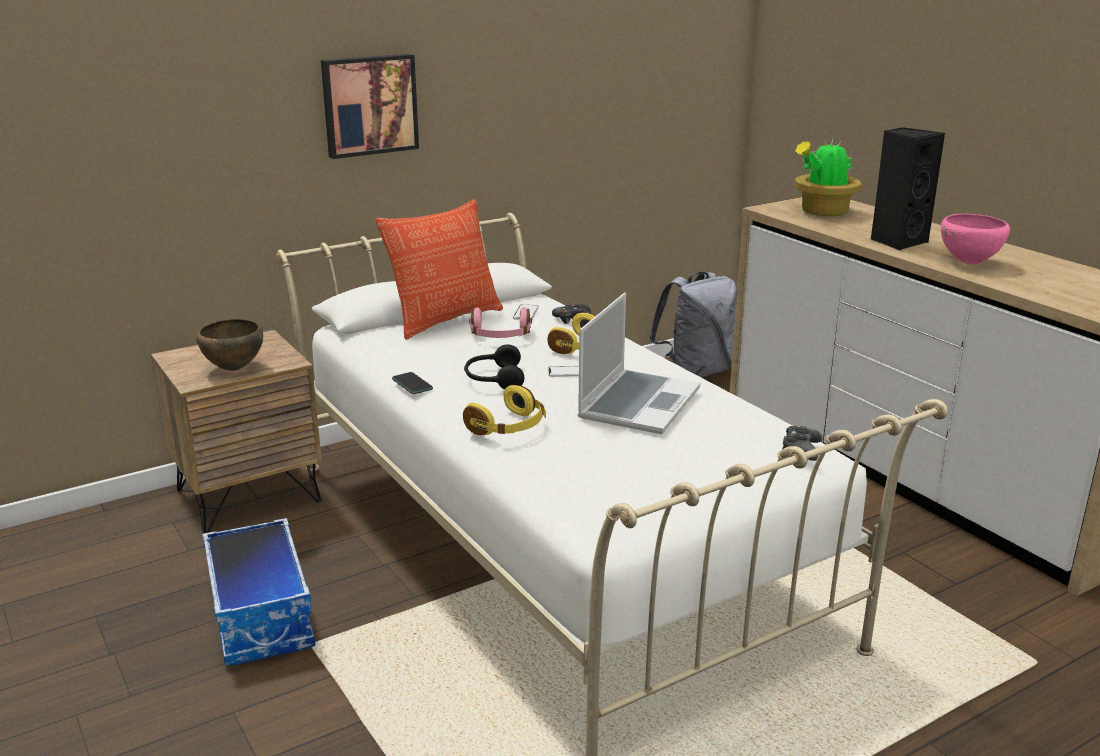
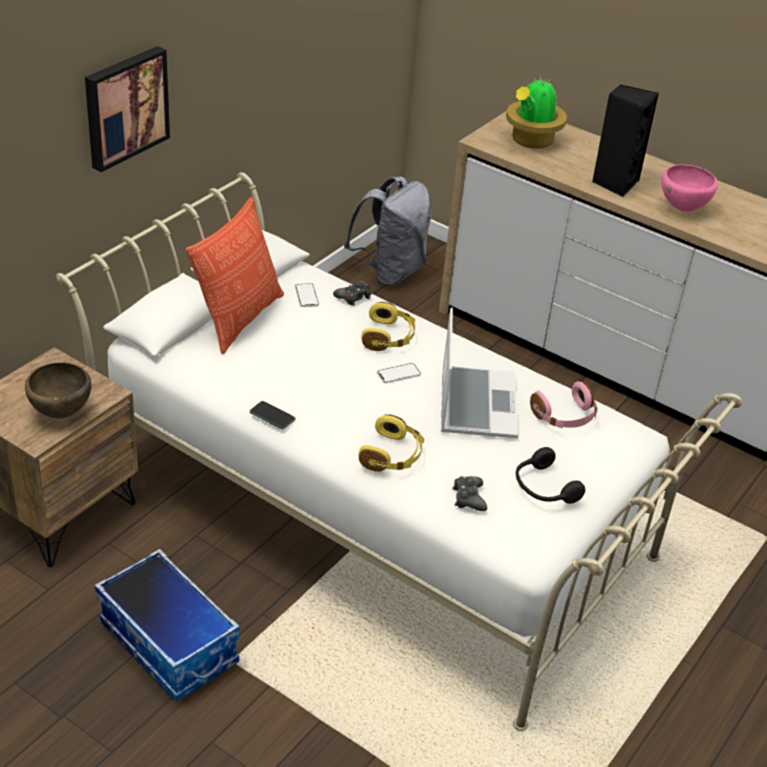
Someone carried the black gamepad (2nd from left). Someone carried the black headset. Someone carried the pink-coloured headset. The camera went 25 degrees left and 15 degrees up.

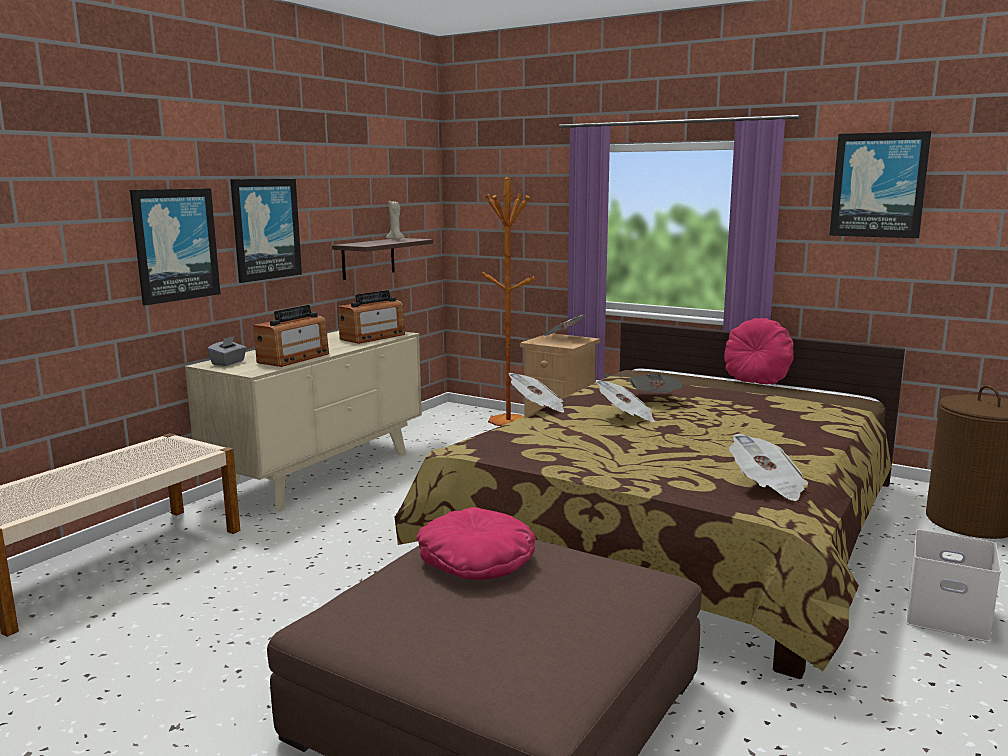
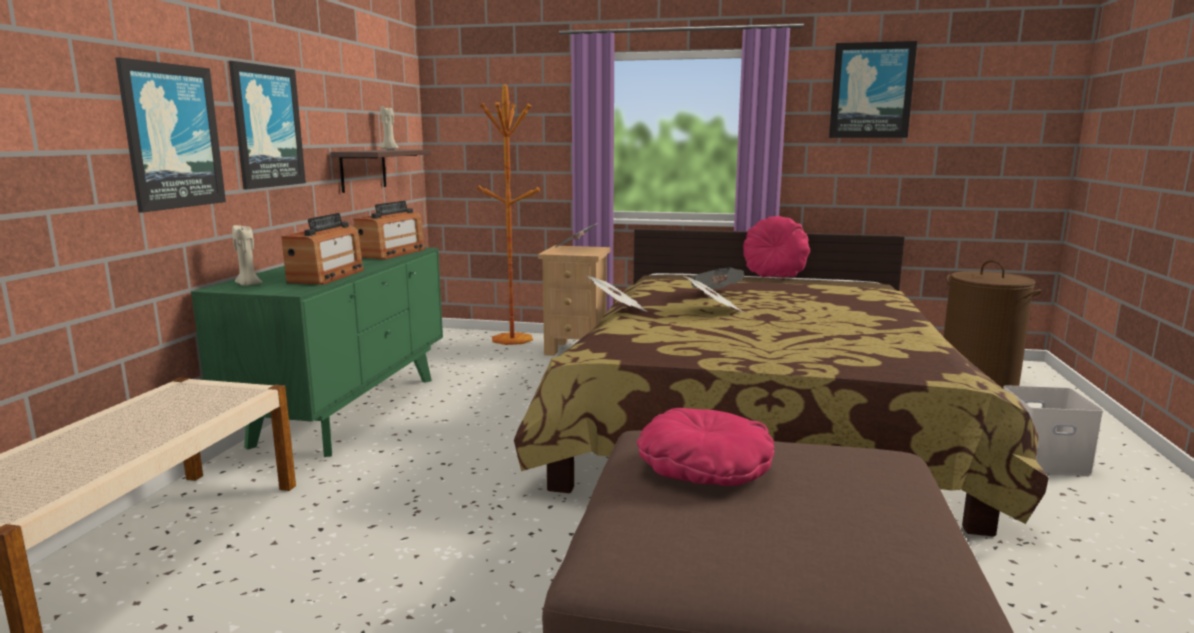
Someone repainted the sand-coloured chest of drawers, which became the greenish chest of drawers. Someone swapped the gray tissue box for the sand-coloured wax light (1st from left). Someone took away the printed paper (5th from left). The camera went 20 degrees left and 0 degrees up.

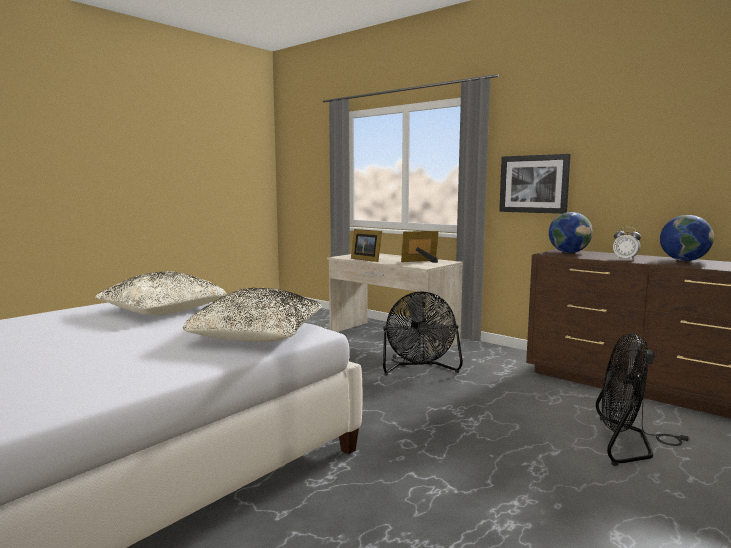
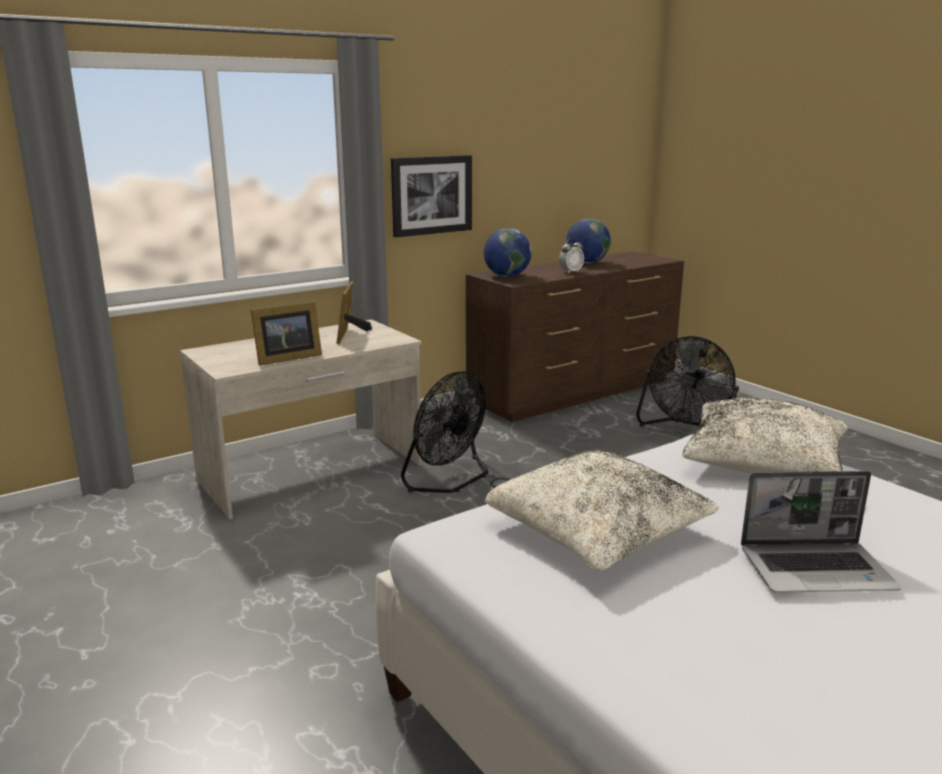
Someone rotated the black fan (1st from left) by 150 degrees counterclockwise. Someone put down the portable computer. The camera went 75 degrees left and 10 degrees up.

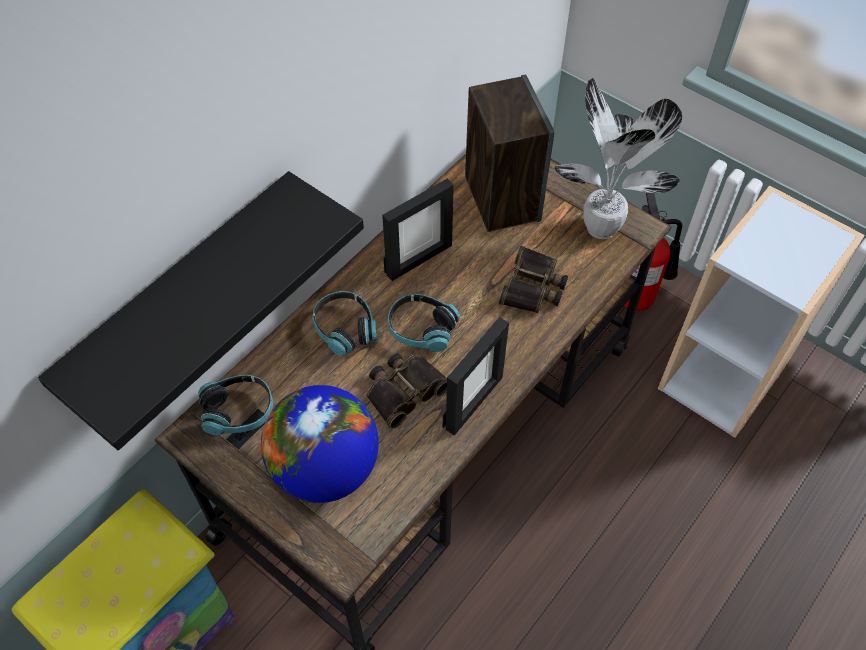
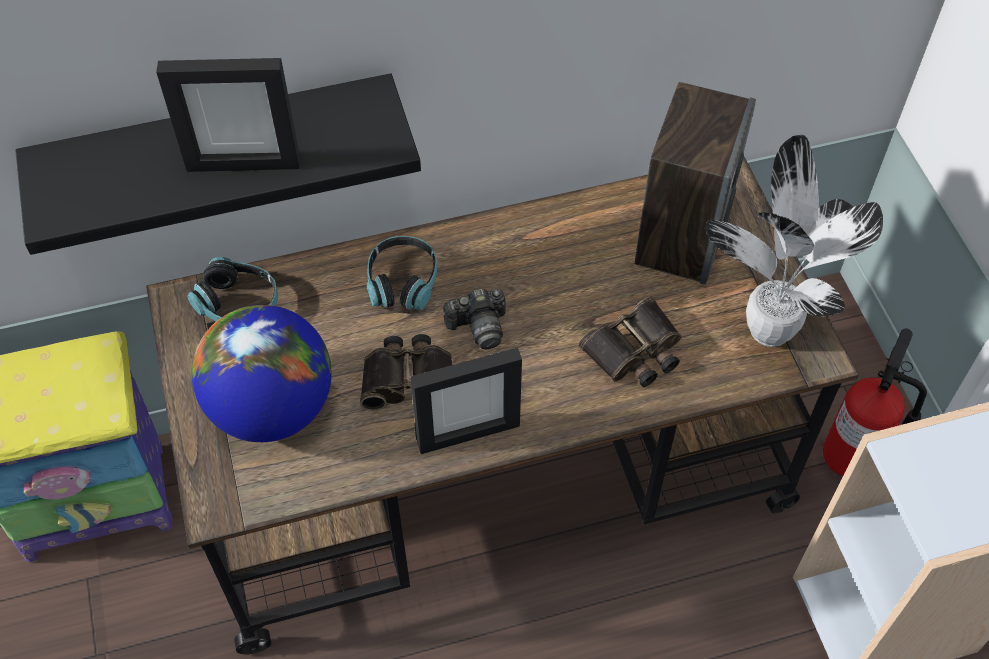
Someone carried the standing frame (1st from left). Someone swapped the headset (3rd from left) for the still camera. The camera went 35 degrees right and 0 degrees up.

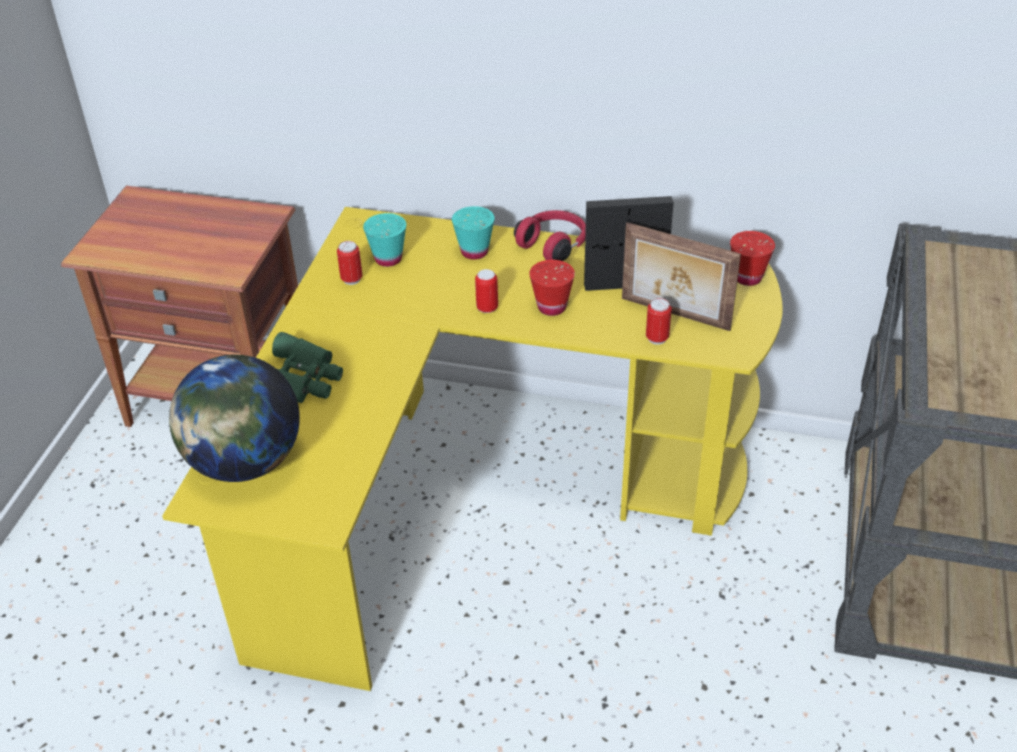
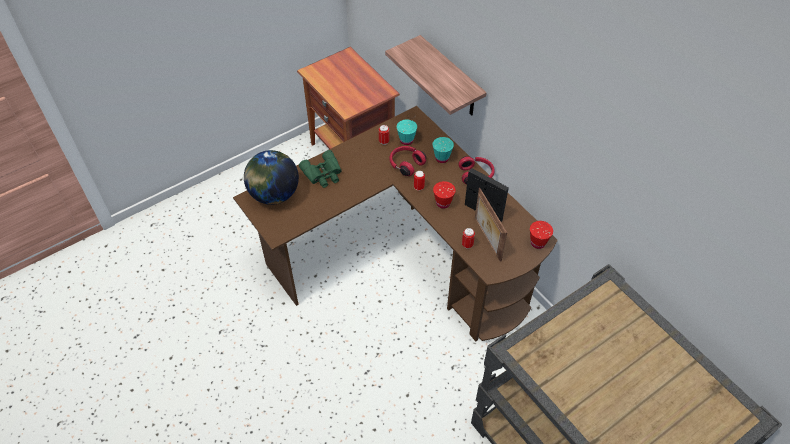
Someone repainted the yellow desk table, which became the brownish desk table. Someone put up the bracket shelf. Someone put down the red-coloured headset (1st from left). The camera went 40 degrees right and 10 degrees up.

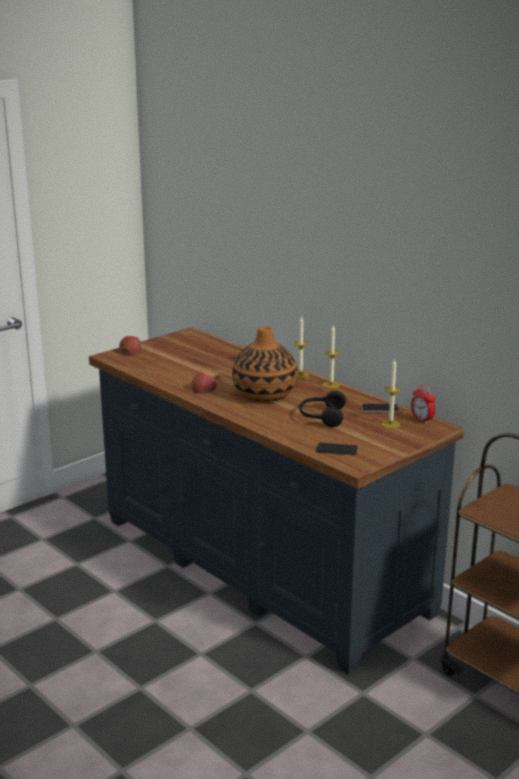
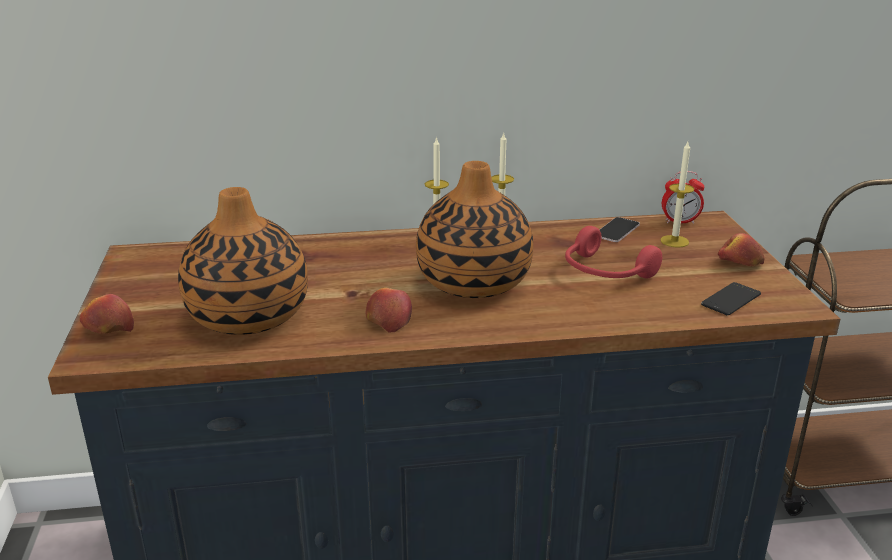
Someone put down the decorative vase (1st from left). Someone repainted the black headset, which became the red-coloured headset. Someone put down the apple (3rd from left). The camera went 55 degrees left and 5 degrees up.

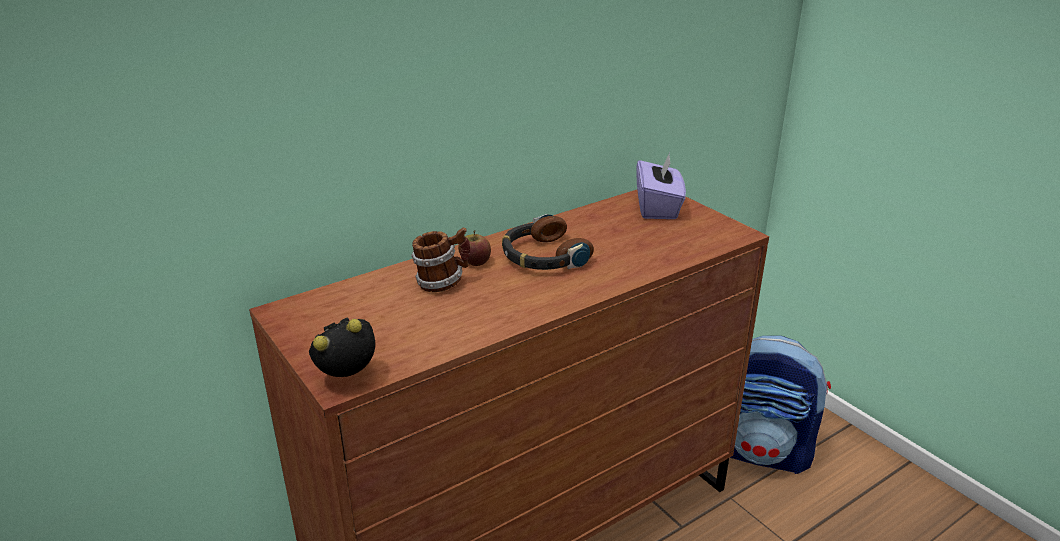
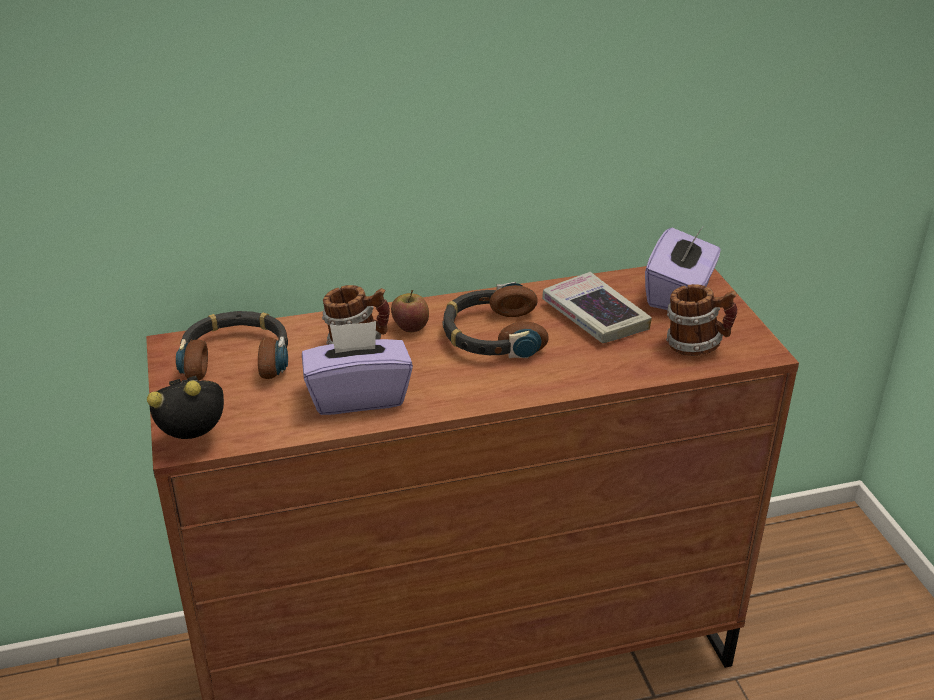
Someone put down the headset (1st from left). Someone put down the purple tissue box (1st from left). Someone put down the book. Someone put down the mug (2nd from left). Someone took away the knapsack. The camera went 20 degrees right and 5 degrees up.

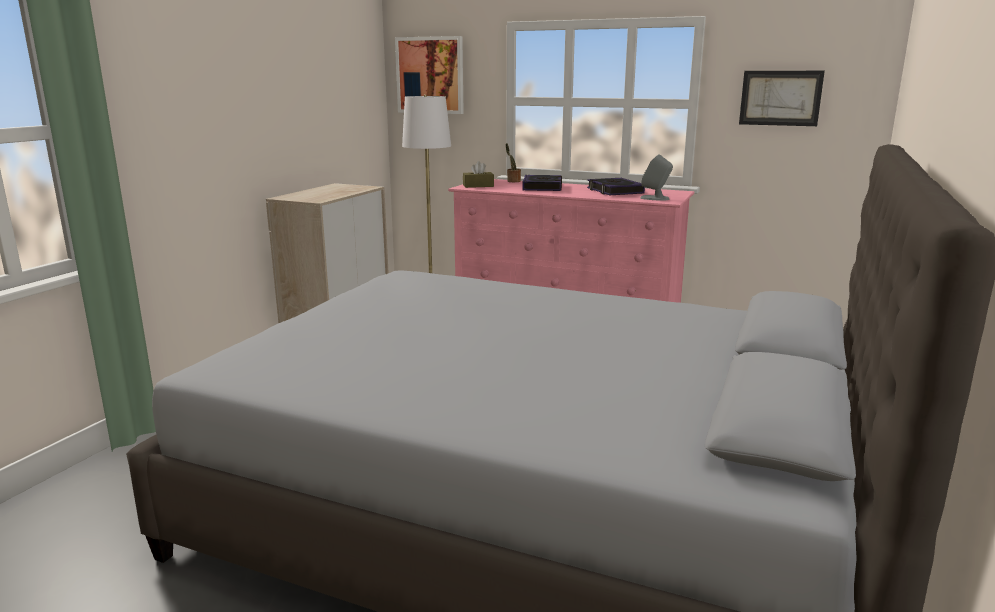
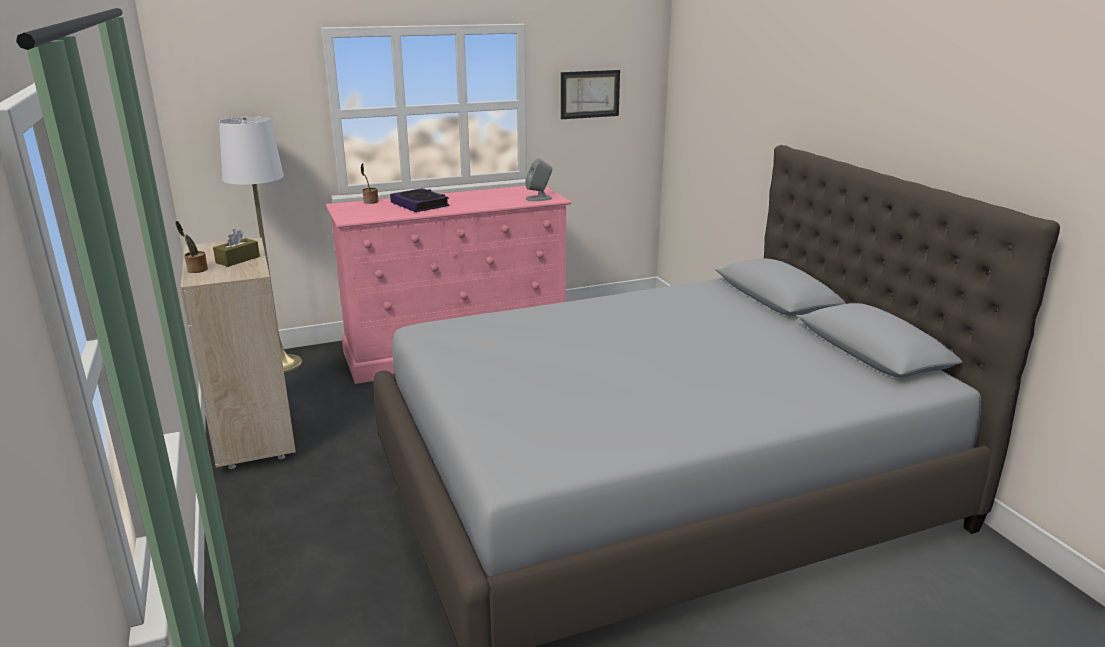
Someone put down the plant in a pot (1st from left). Someone carried the brownish tissue box. Someone took away the picture (1st from left). Someone took away the book (2nd from left). The camera went 45 degrees left and 5 degrees up.

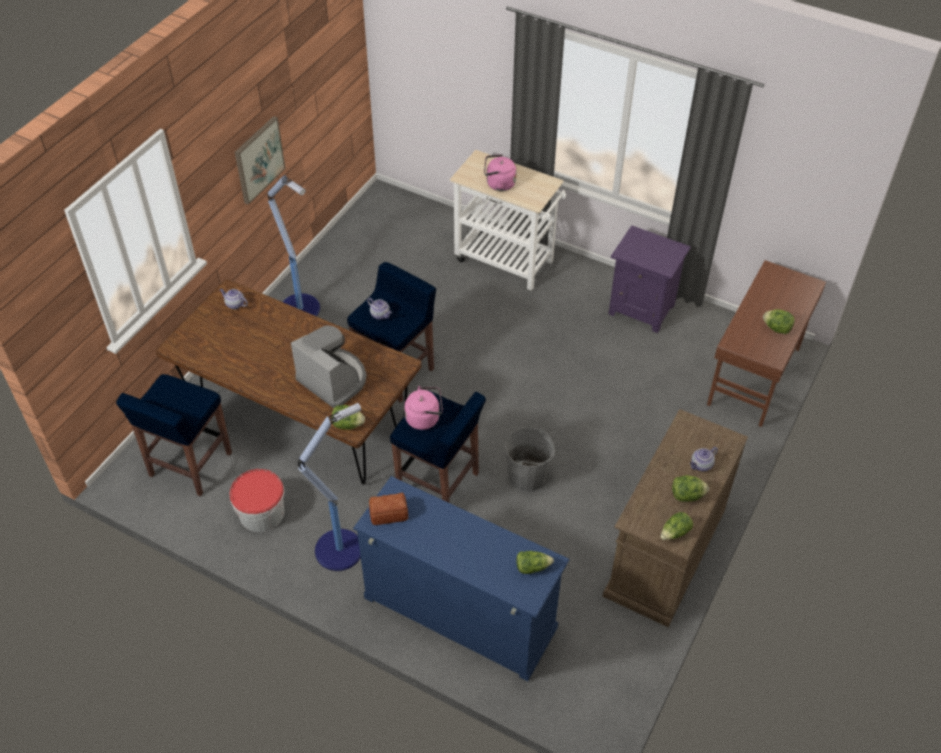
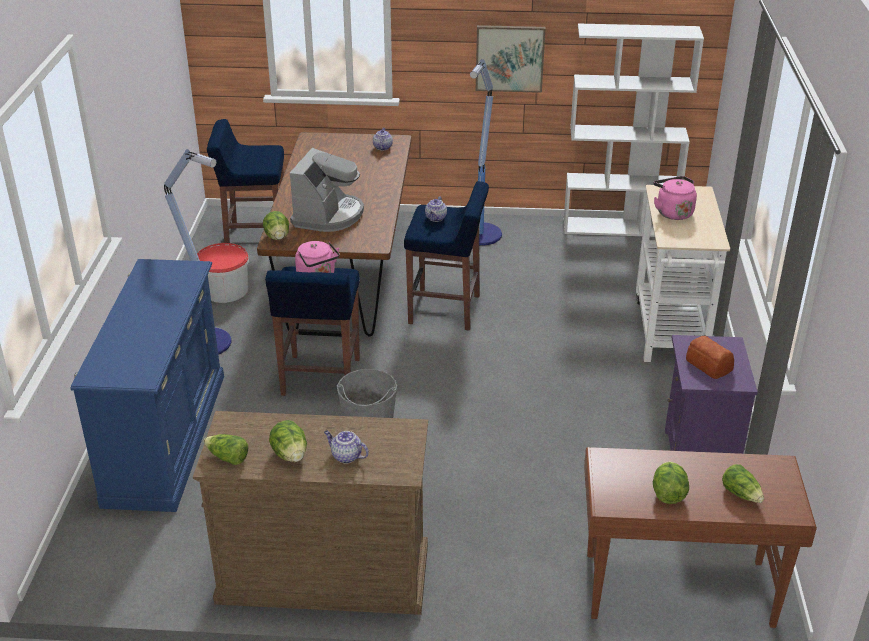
Someone put down the whitish bookcase. Someone carried the bread. Someone carried the head of lettuce (2nd from left in the first image). The camera went 65 degrees right and 15 degrees down.

